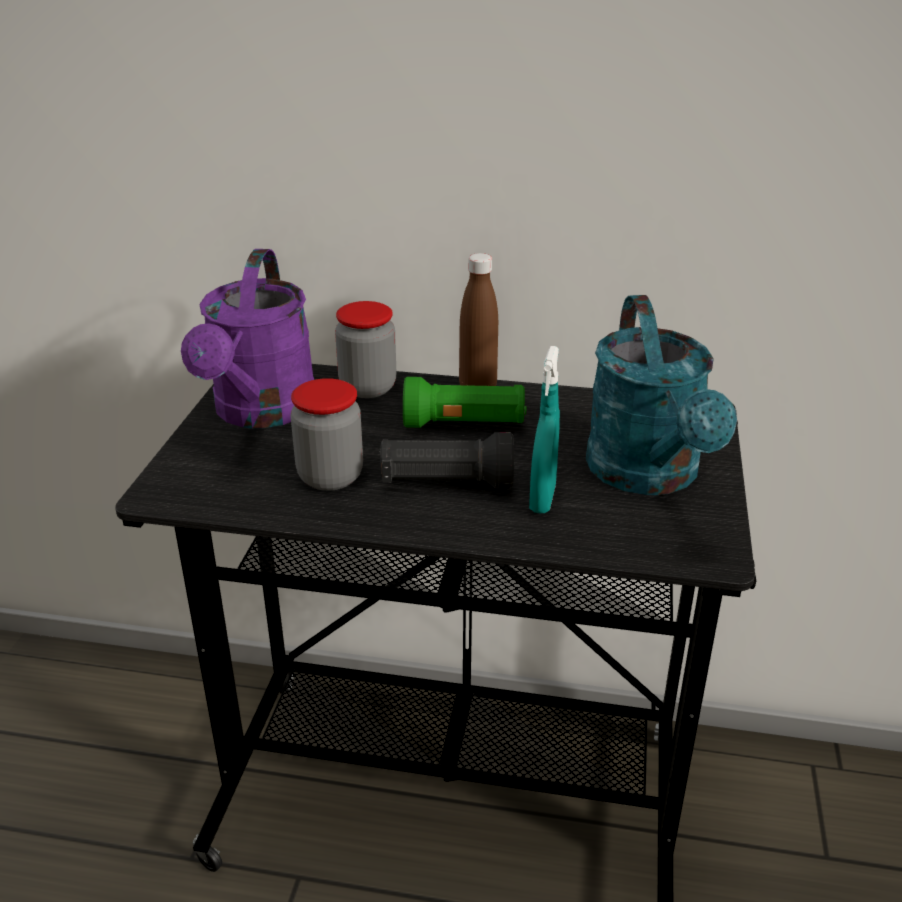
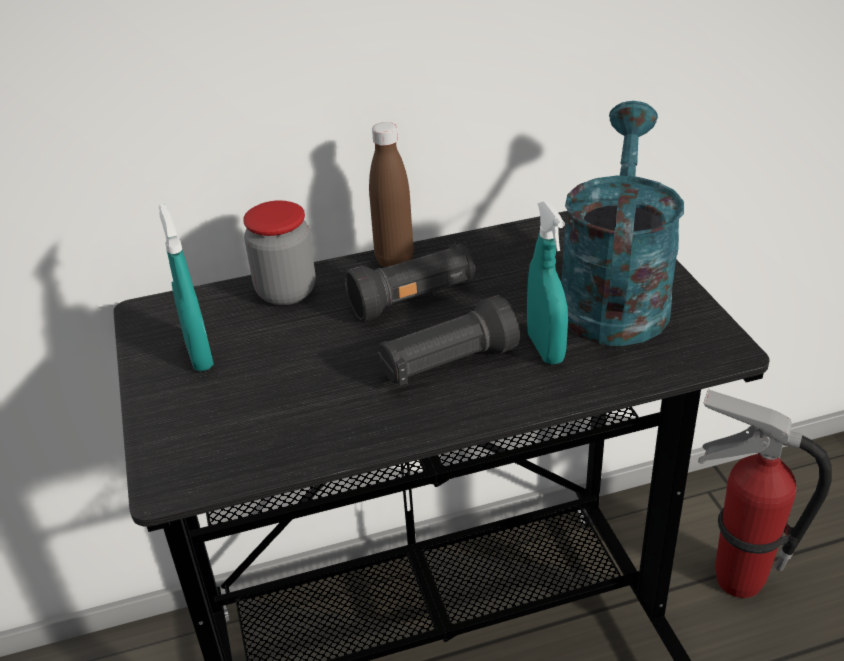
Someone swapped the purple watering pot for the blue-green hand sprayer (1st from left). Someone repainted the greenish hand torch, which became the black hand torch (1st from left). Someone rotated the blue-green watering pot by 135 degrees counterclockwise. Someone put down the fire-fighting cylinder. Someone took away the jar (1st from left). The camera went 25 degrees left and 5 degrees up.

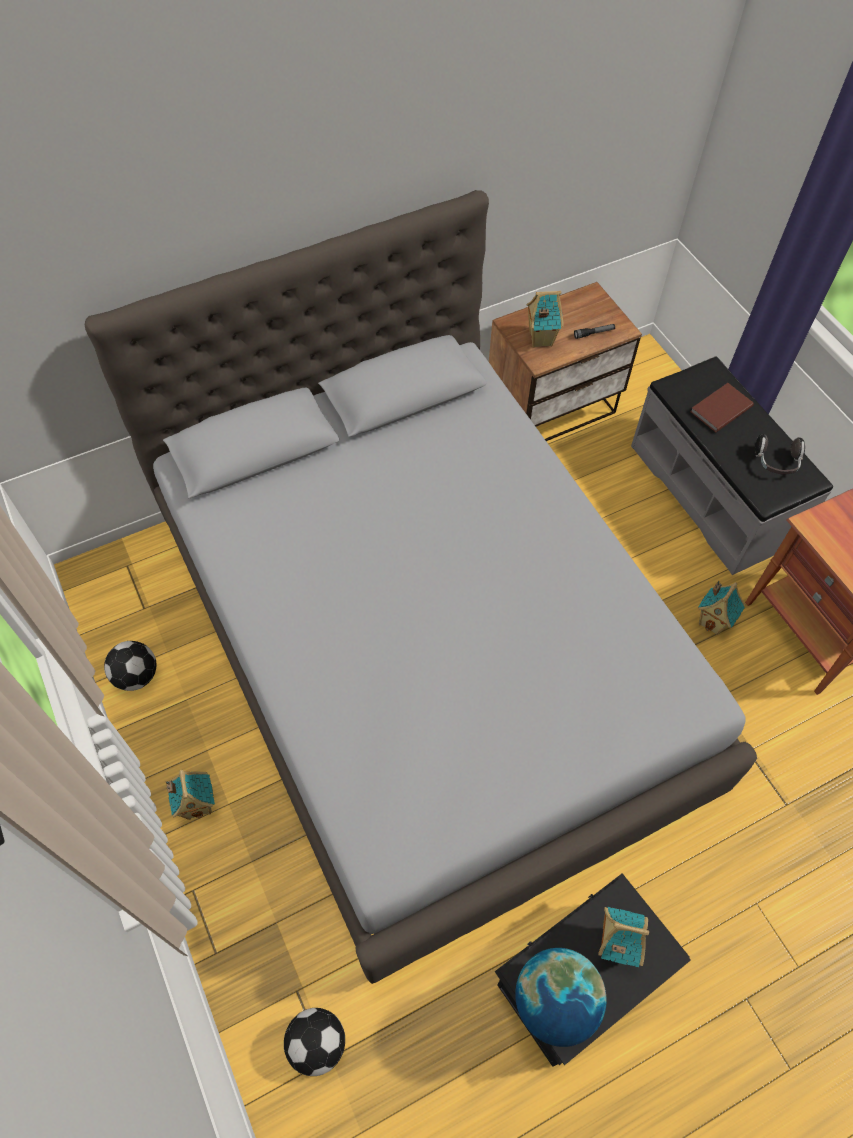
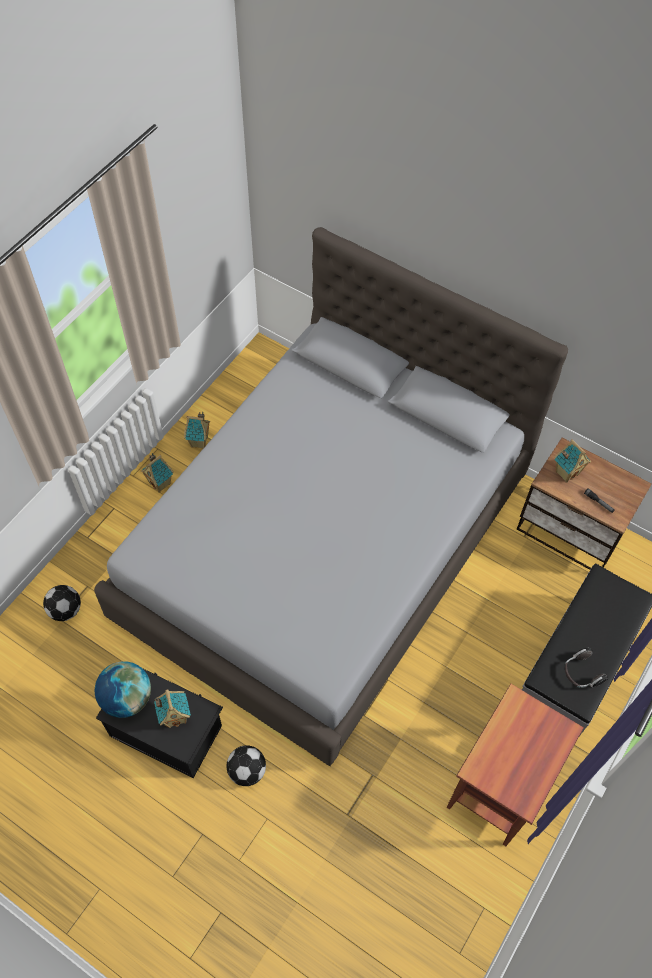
Someone carried the model house (4th from left in the first image). Someone carried the football (1st from left in the first image). Someone took away the brownish book. The camera went 60 degrees right and 0 degrees up.

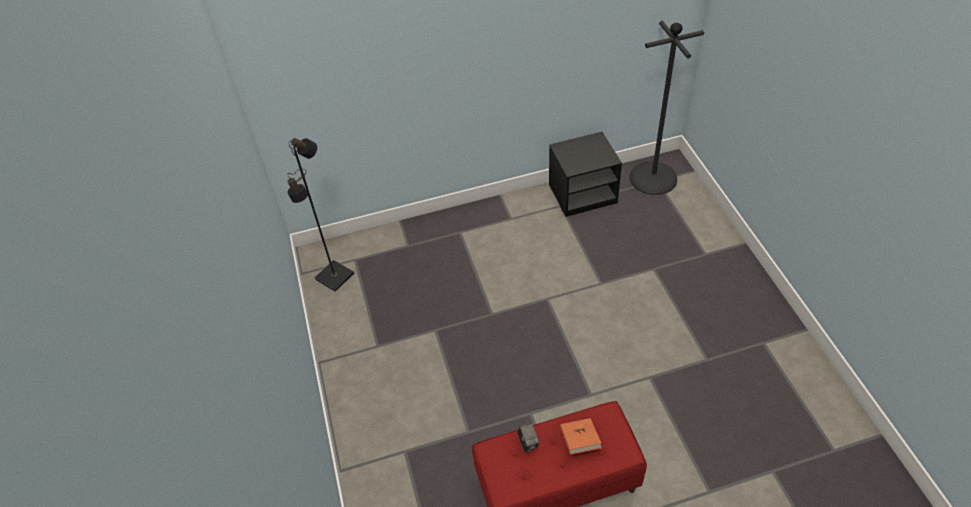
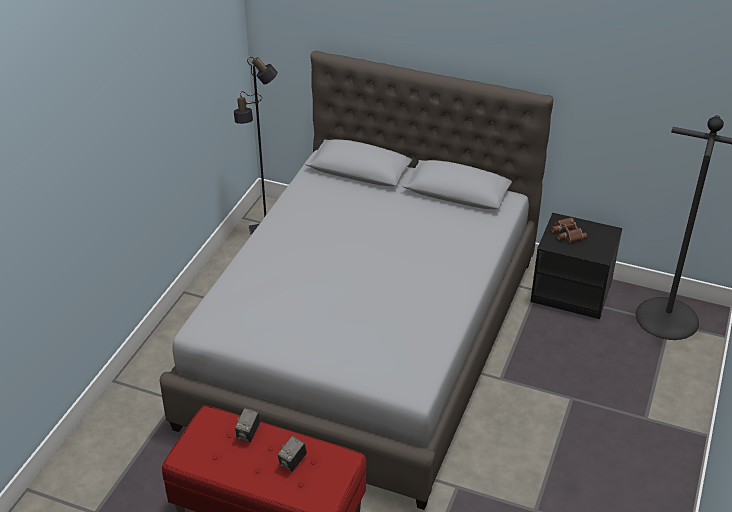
Someone put down the gray bedroom bed. Someone swapped the orangey book for the still camera (2nd from left). Someone put down the brownish field glasses. The camera went 35 degrees right and 10 degrees down.

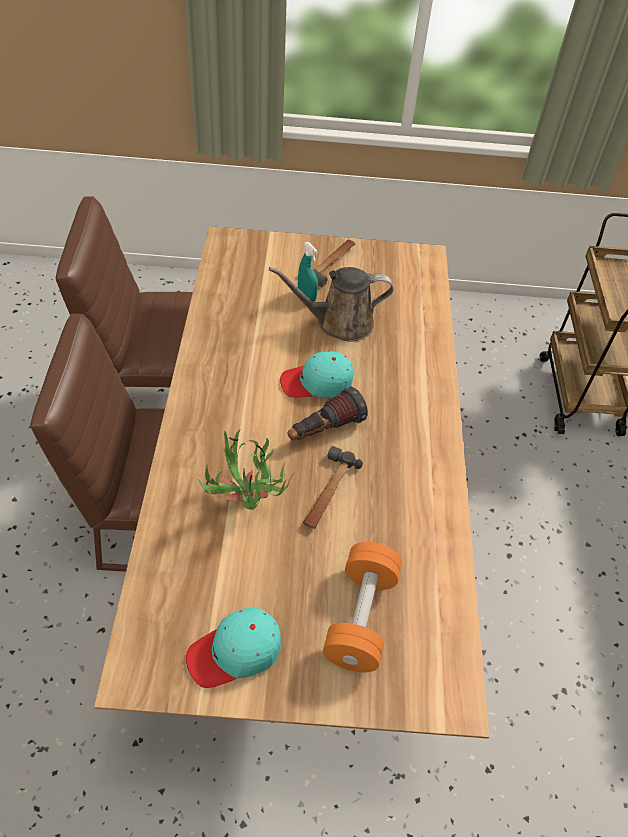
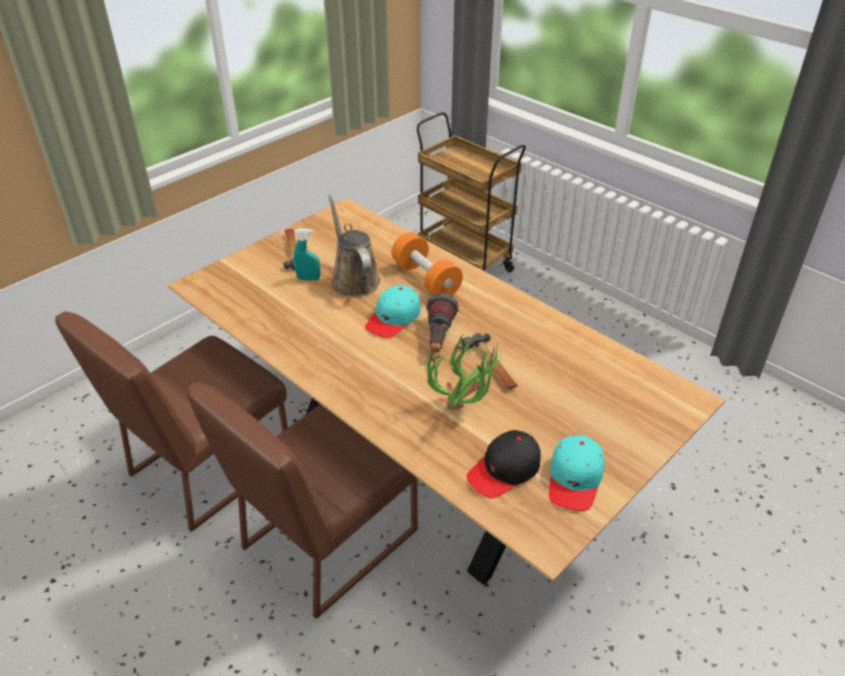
Someone rotated the brownish watering pot by 120 degrees clockwise. Someone carried the orangey dumbbell. Someone put down the black cap. The camera went 45 degrees left and 10 degrees down.

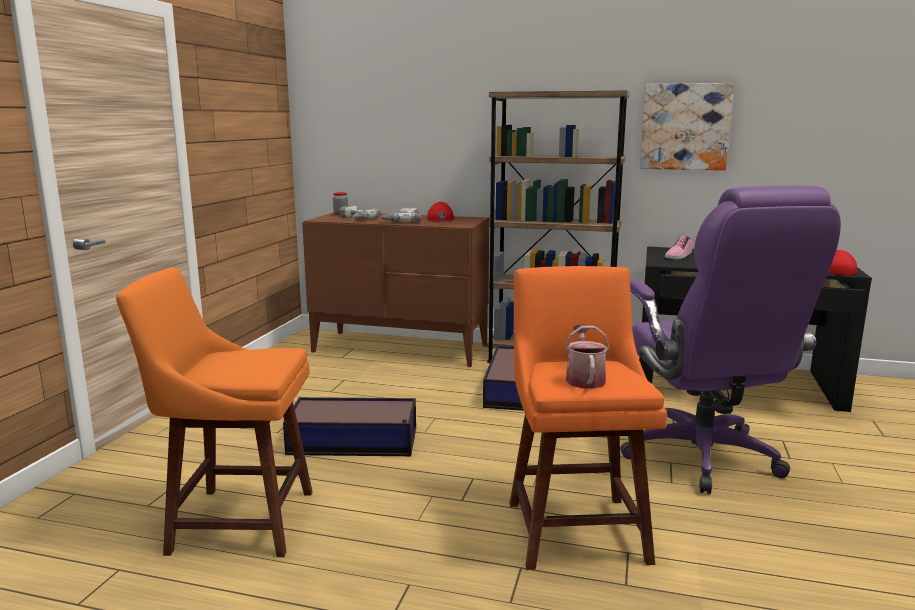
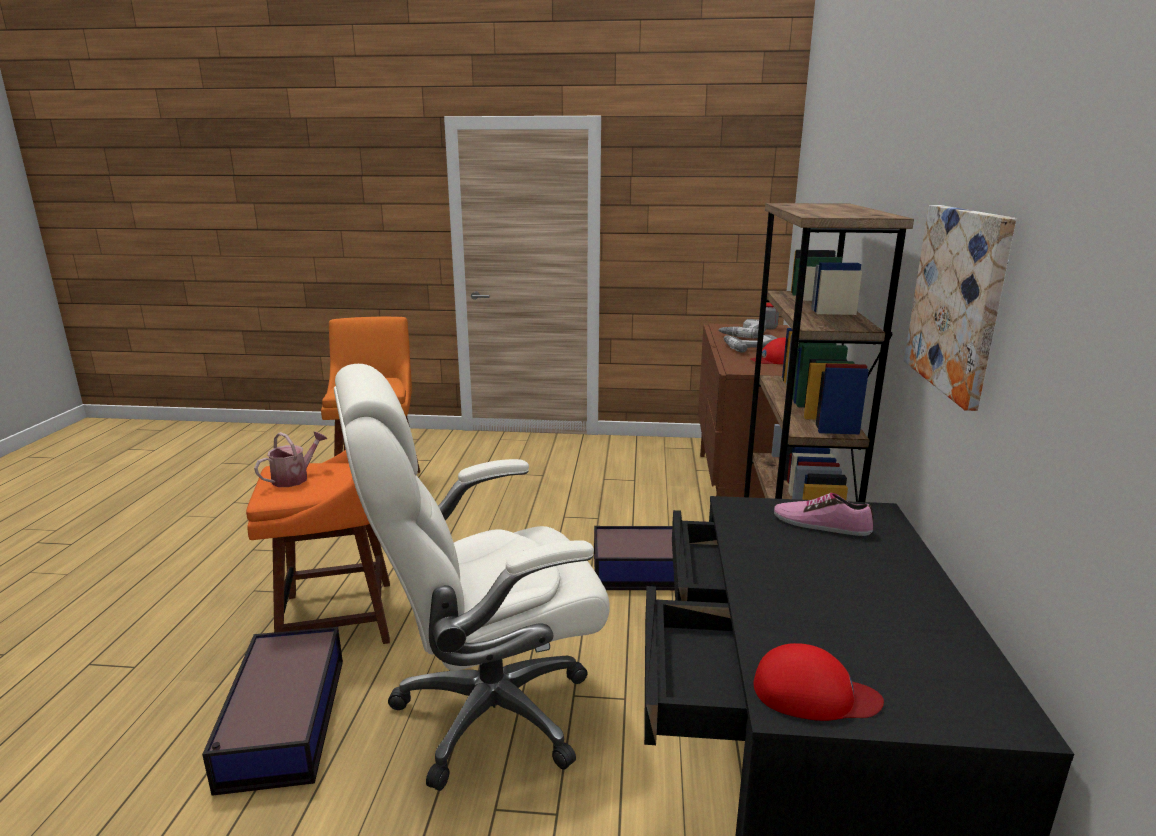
Someone carried the storage bin (1st from left). Someone rotated the watering pot by 45 degrees counterclockwise. Someone repainted the purple computer chair, which became the whitish computer chair. The camera went 80 degrees right and 5 degrees up.

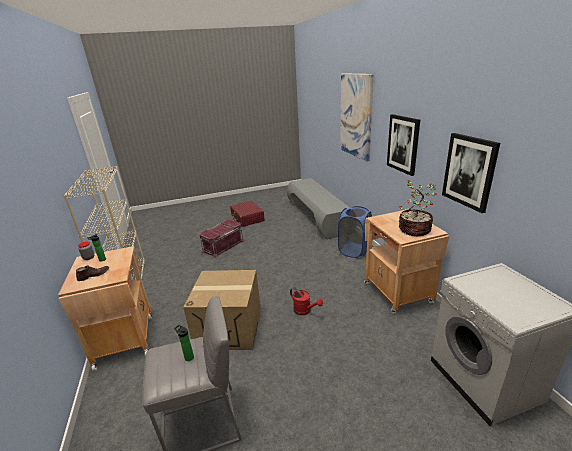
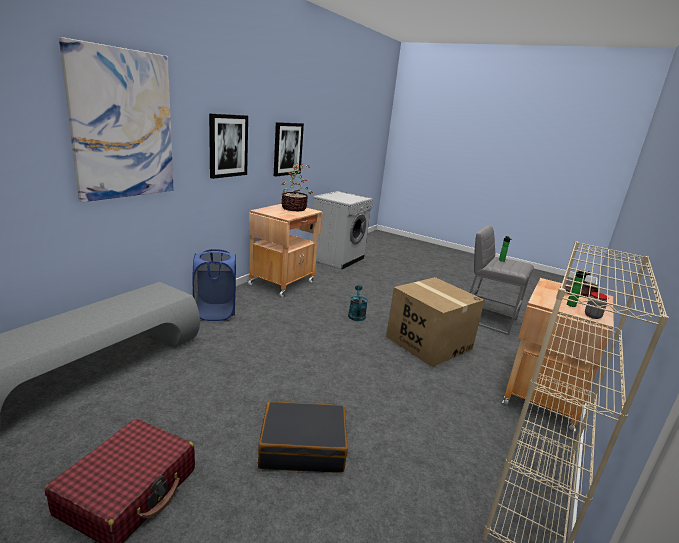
Someone swapped the red-coloured storage bin for the black travel case. Someone repainted the red-coloured watering pot, which became the blue-green watering pot. The camera went 135 degrees left and 5 degrees down.

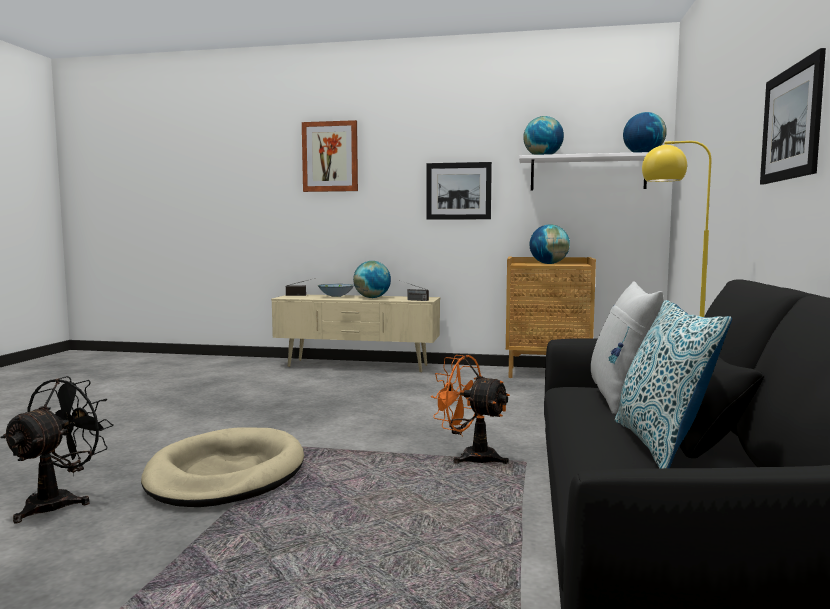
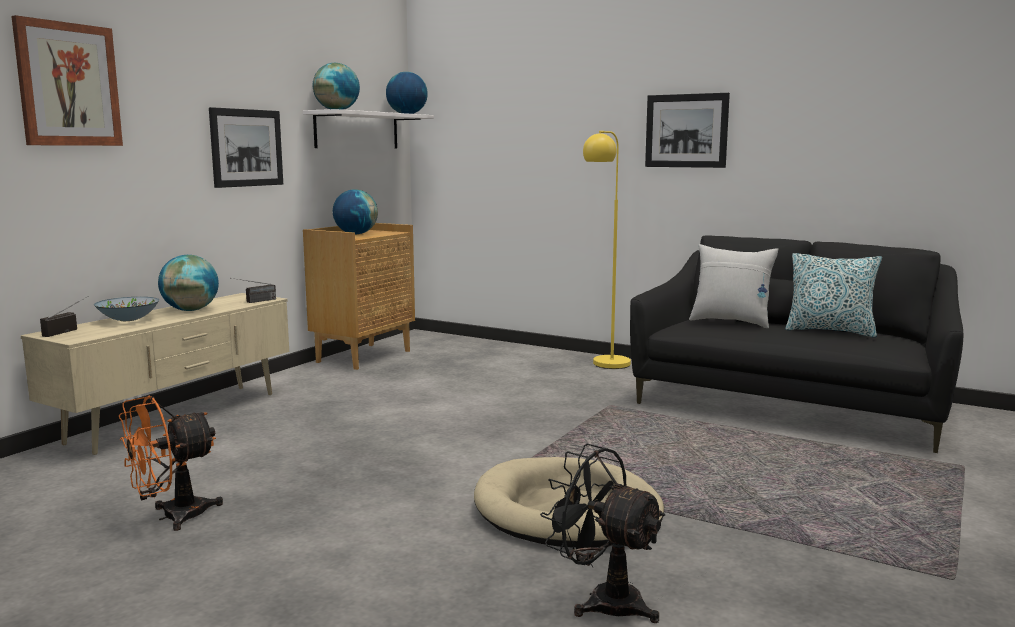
Someone carried the orangey fan. The camera went 70 degrees left and 5 degrees up.

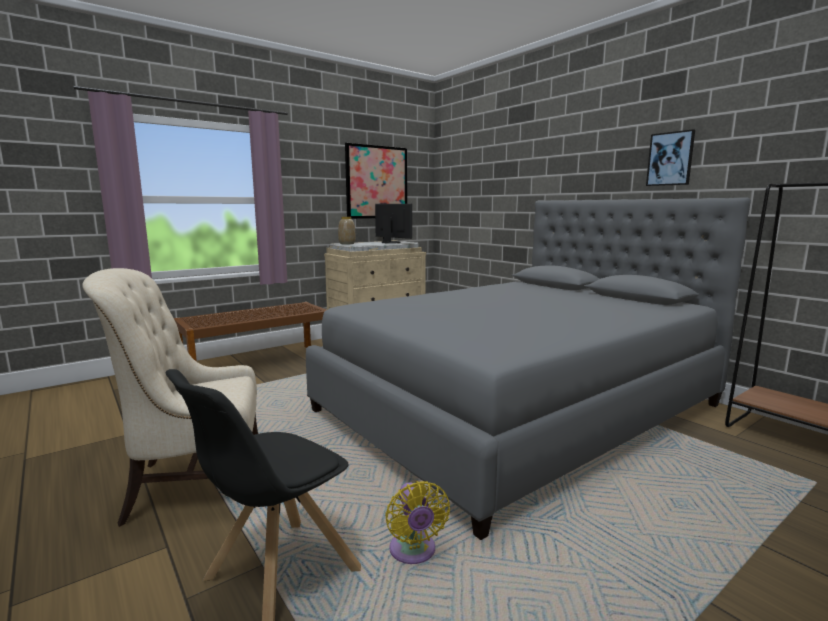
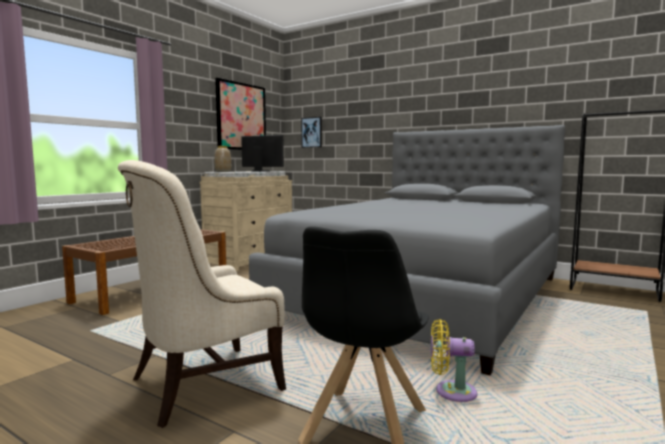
Someone carried the picture (2nd from left). Someone rotated the yellow fan by 135 degrees clockwise. The camera went 20 degrees left and 5 degrees down.

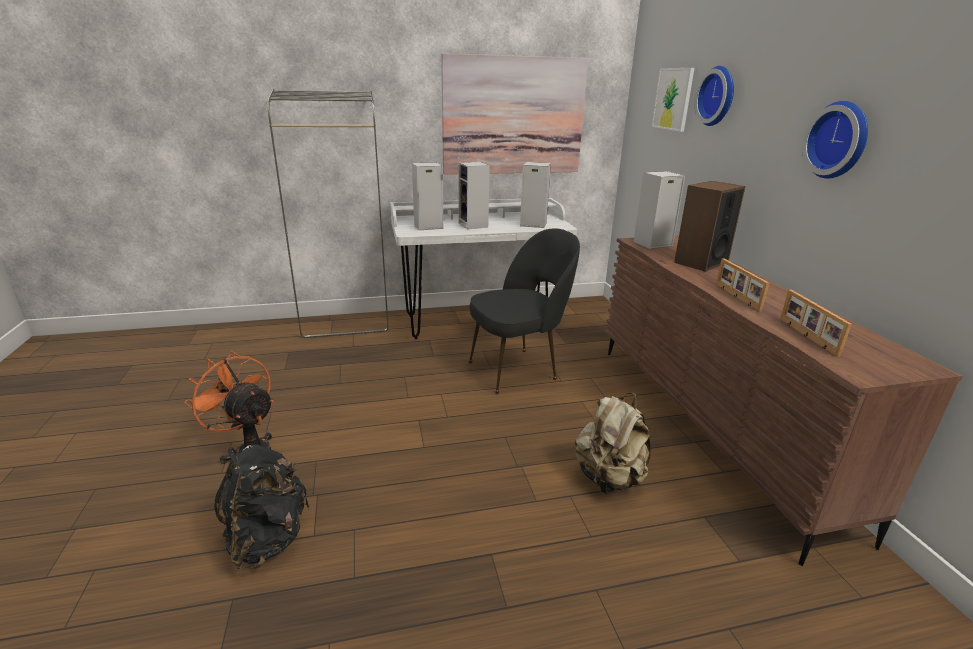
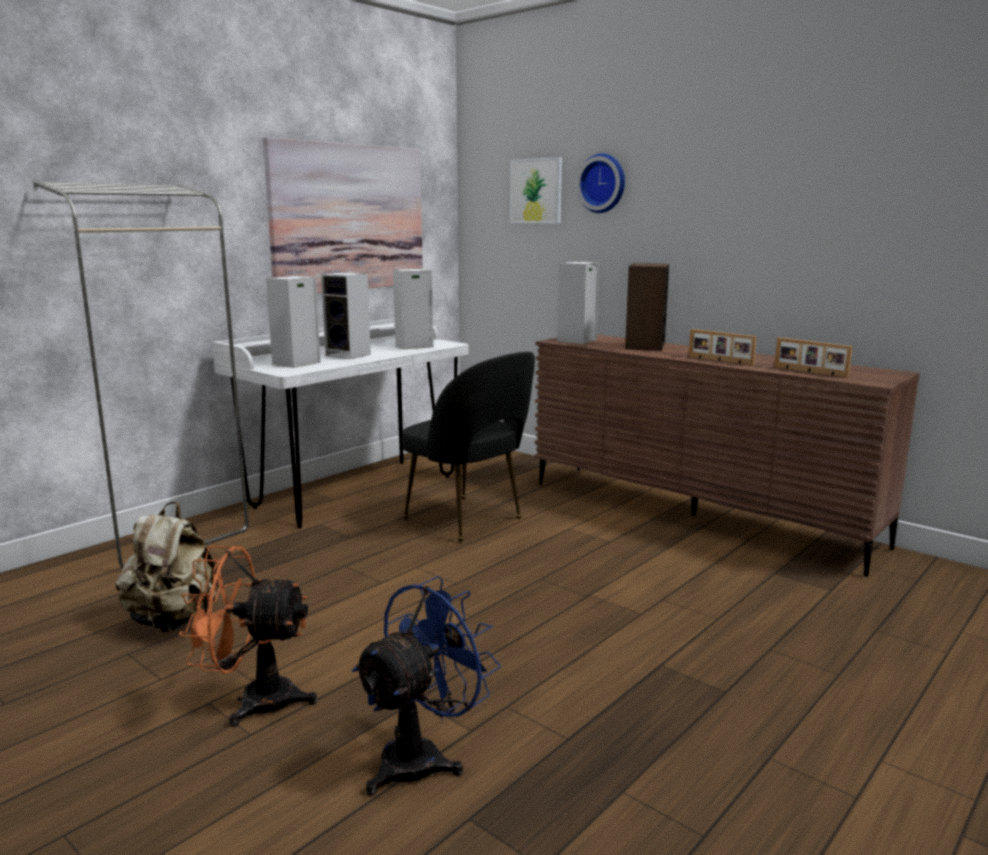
Someone carried the sand-coloured knapsack. Someone swapped the black knapsack for the blue fan. Someone rotated the black upright chair by 105 degrees clockwise. Someone took away the wall clock (2nd from left). The camera went 35 degrees left and 10 degrees down.

